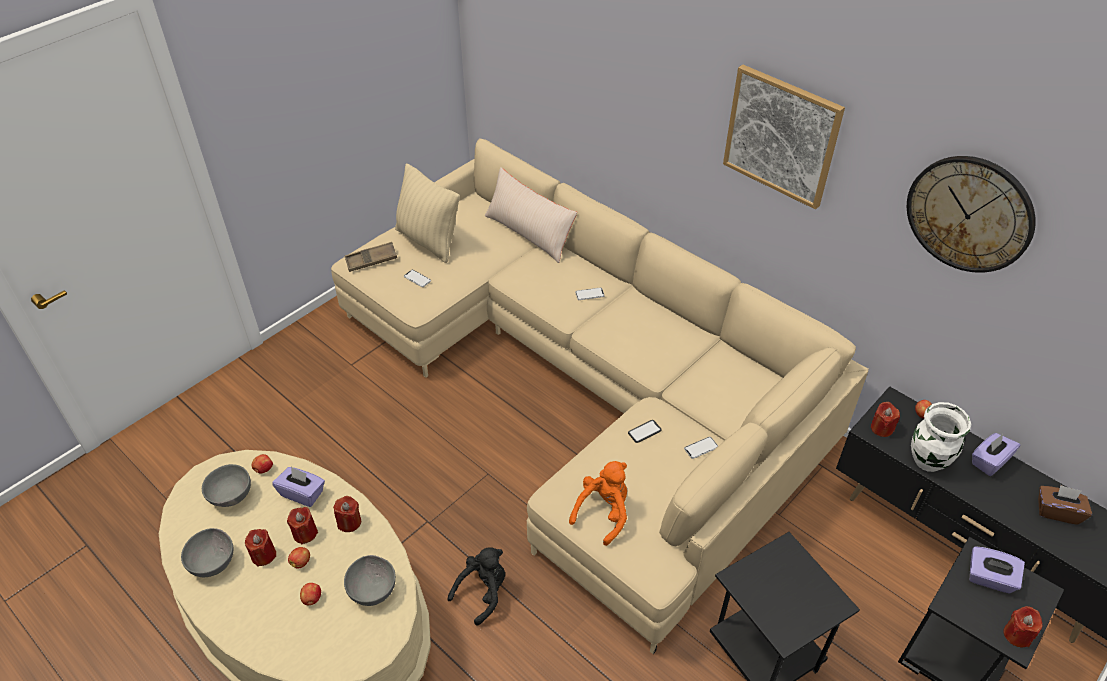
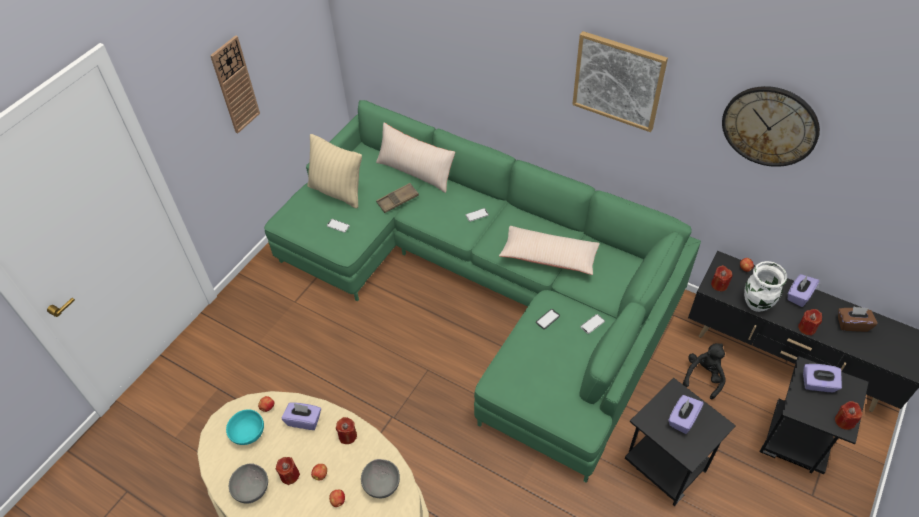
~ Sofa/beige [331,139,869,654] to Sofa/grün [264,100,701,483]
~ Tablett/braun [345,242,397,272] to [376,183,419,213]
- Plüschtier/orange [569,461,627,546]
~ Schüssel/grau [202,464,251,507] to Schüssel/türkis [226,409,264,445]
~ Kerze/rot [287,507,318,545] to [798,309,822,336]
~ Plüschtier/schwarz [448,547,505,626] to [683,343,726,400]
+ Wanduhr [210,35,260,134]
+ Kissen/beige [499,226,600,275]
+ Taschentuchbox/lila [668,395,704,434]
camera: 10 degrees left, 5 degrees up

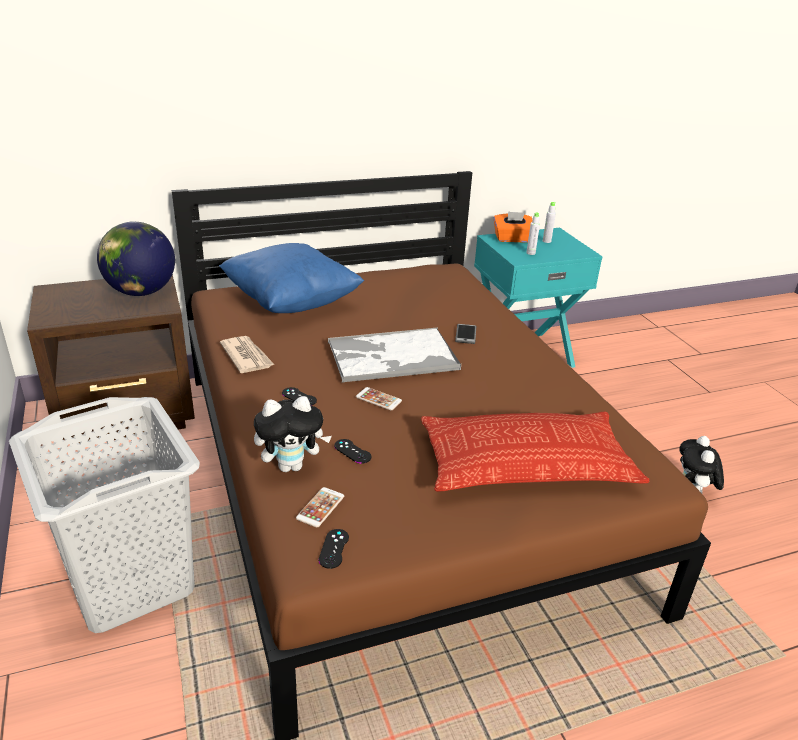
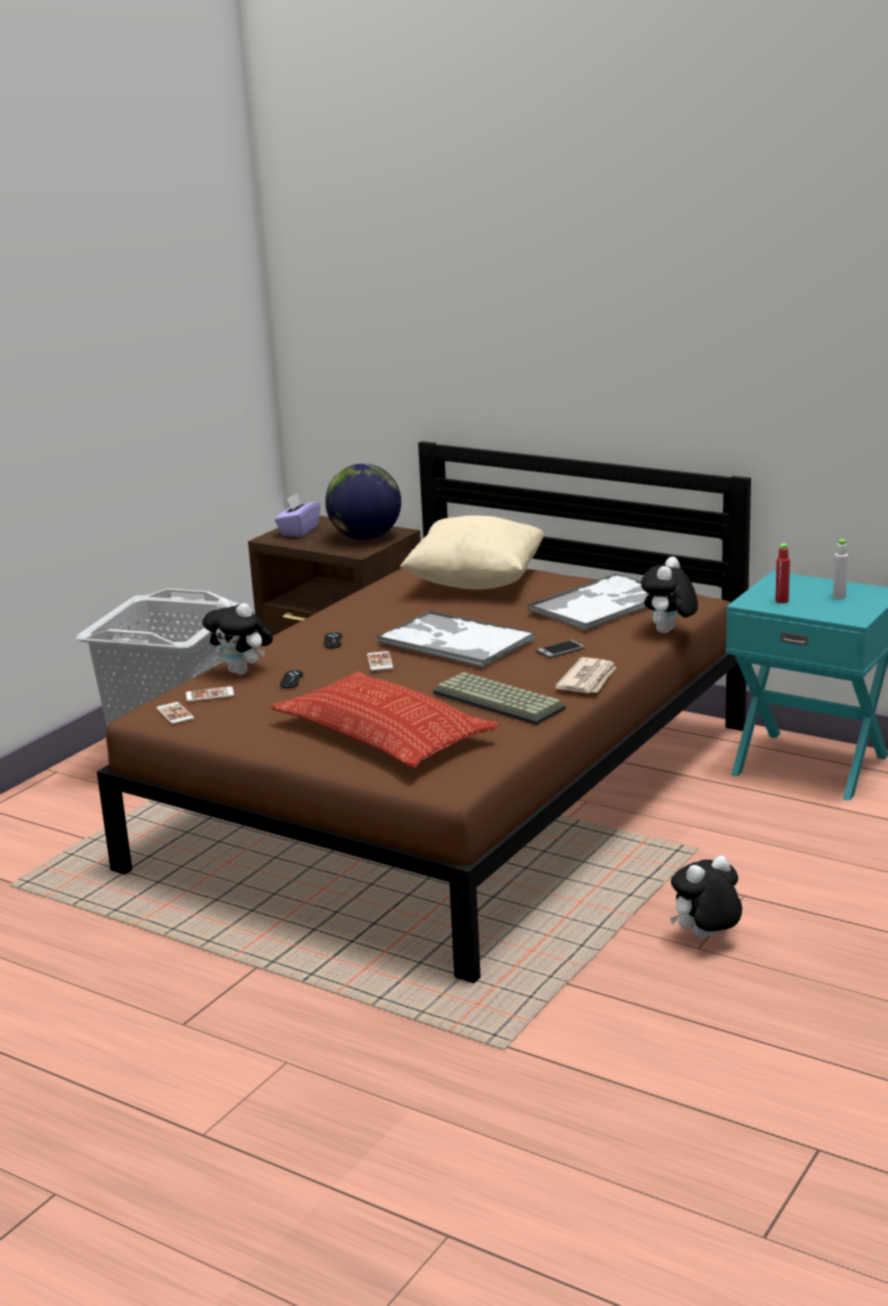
- Taschentuchbox/orange [494,211,532,242]
~ Flasche/grau [526,213,540,255] to Flasche/rot [775,543,790,603]
~ Kissen/blau [219,243,364,313] to Kissen/beige [400,515,545,589]
~ Zeitung [220,336,274,373] to [555,657,616,693]
~ Gamepad/schwarz [318,529,349,569] to Handy [156,702,194,724]
+ Taschentuchbox/lila [275,493,320,537]
+ Plüschtier [641,557,698,633]
+ Tablett [527,573,648,631]
+ Tastatur [433,672,566,725]
camera: 55 degrees right, 10 degrees down

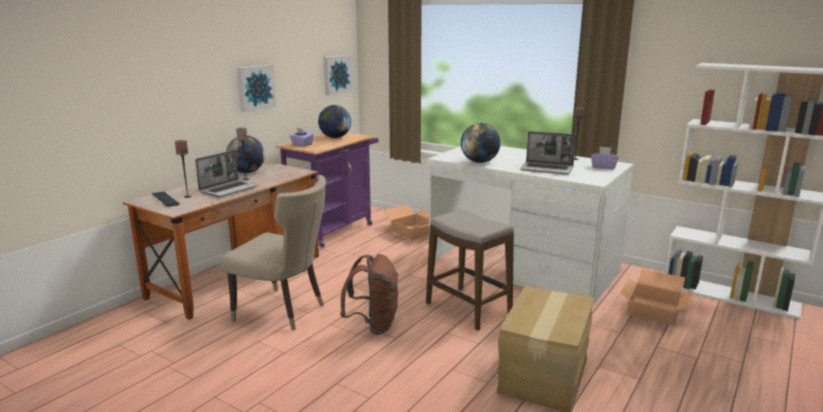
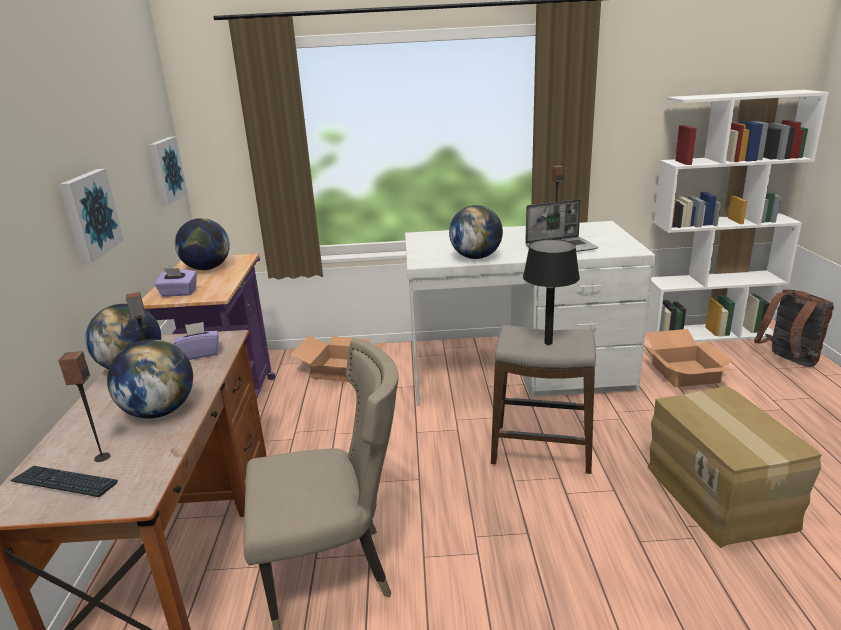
~ Taschentuchbox/lila [591,147,619,169] to [174,322,219,360]
~ Laptop [195,150,258,197] to Globus [107,339,193,418]
~ Rucksack/braun [340,254,398,335] to [754,289,834,367]
+ Tischlampe/schwarz [523,239,580,345]
camera: 35 degrees left, 5 degrees up

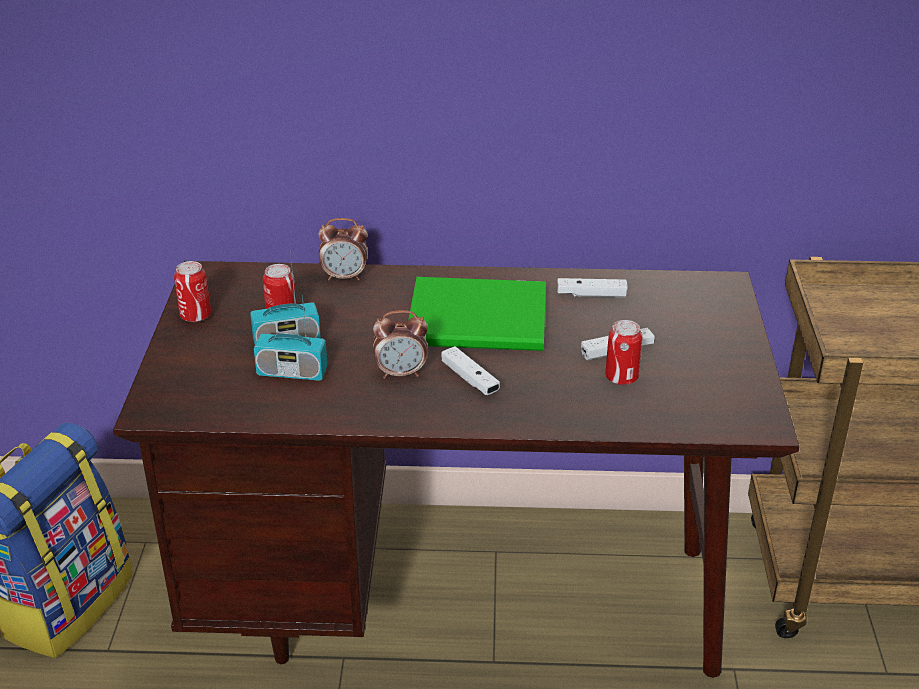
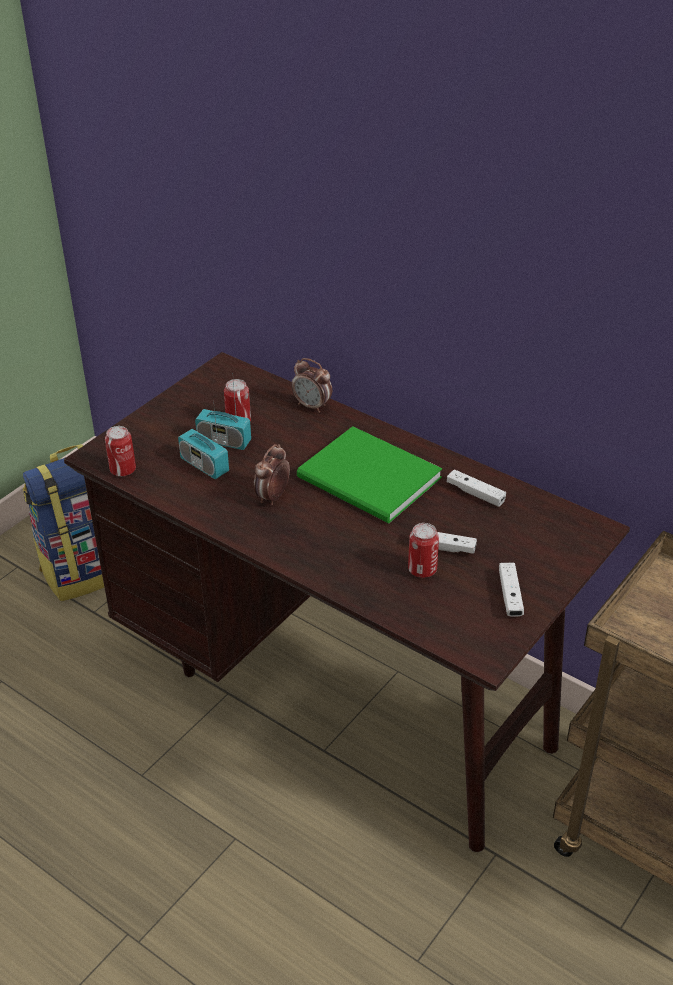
~ Dose [174,261,211,322] to [105,426,136,476]
~ Wecker [373,310,428,379] = [254,444,290,505] 90 degrees clockwise
~ Gamepad/weiß [441,346,500,395] to [499,563,524,617]
camera: 35 degrees right, 5 degrees up

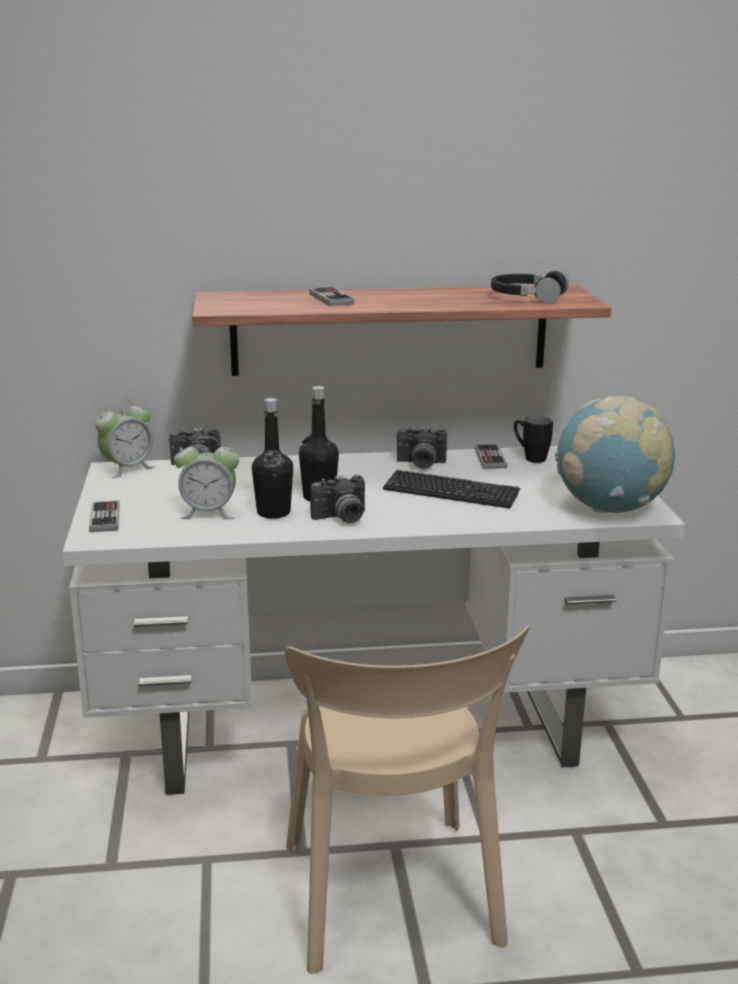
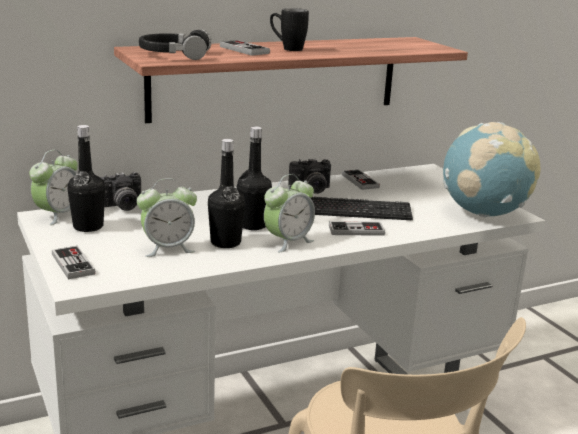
~ Kopfhörer/schwarz [491,270,569,304] to [139,29,212,60]
~ Henkelbecher/schwarz [514,416,553,463] to [270,8,309,51]
~ Kamera [310,474,365,523] to Wecker [264,174,315,252]
+ Flasche/schwarz [67,125,105,232]
+ Gamepad [329,221,385,236]
camera: 20 degrees left, 0 degrees up

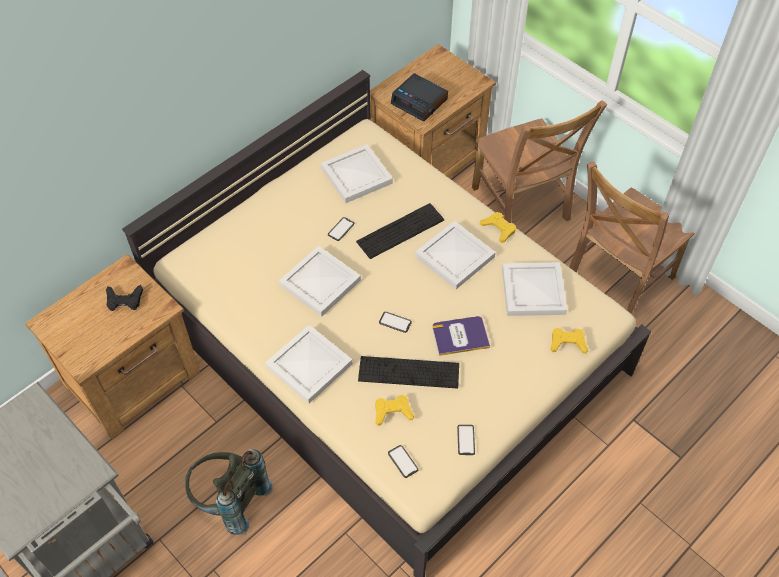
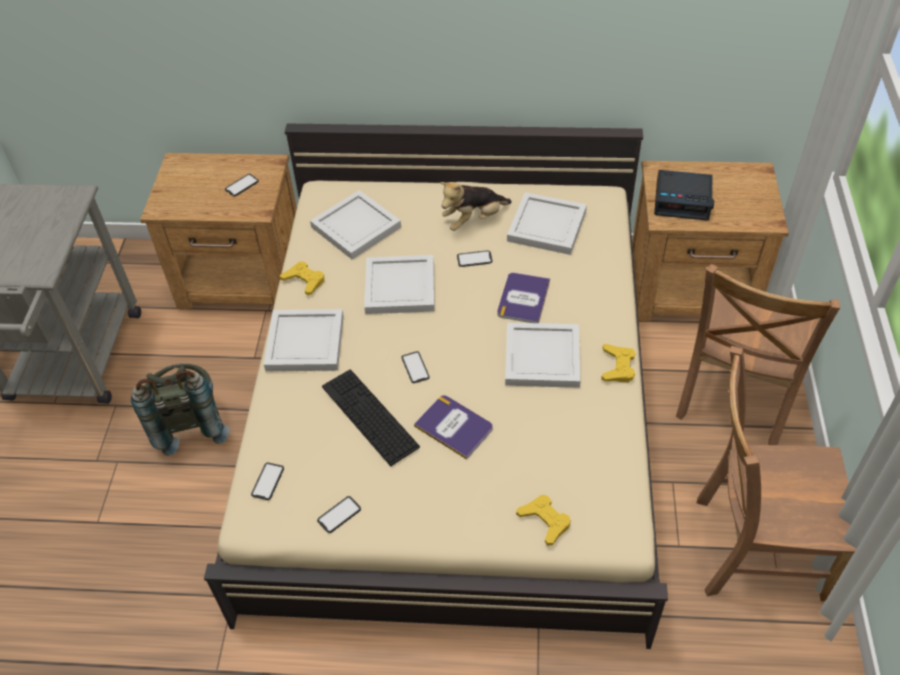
~ Wecker [391,73,448,122] = [654,170,714,220] 75 degrees counterclockwise
~ Tastatur [356,203,444,259] to Buch [497,273,550,323]
~ Tablett/weiß [502,262,567,316] to [310,190,401,260]
~ Gamepad/schwarz [106,285,143,311] to Handy [225,174,259,196]
~ Gamepad/gelb [375,395,414,426] to [280,261,324,296]
+ Plüschtier [440,182,512,231]
camera: 50 degrees right, 5 degrees down

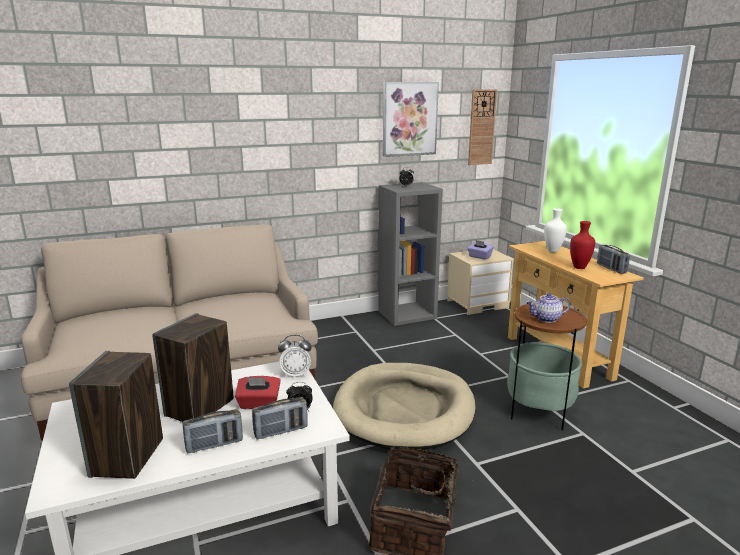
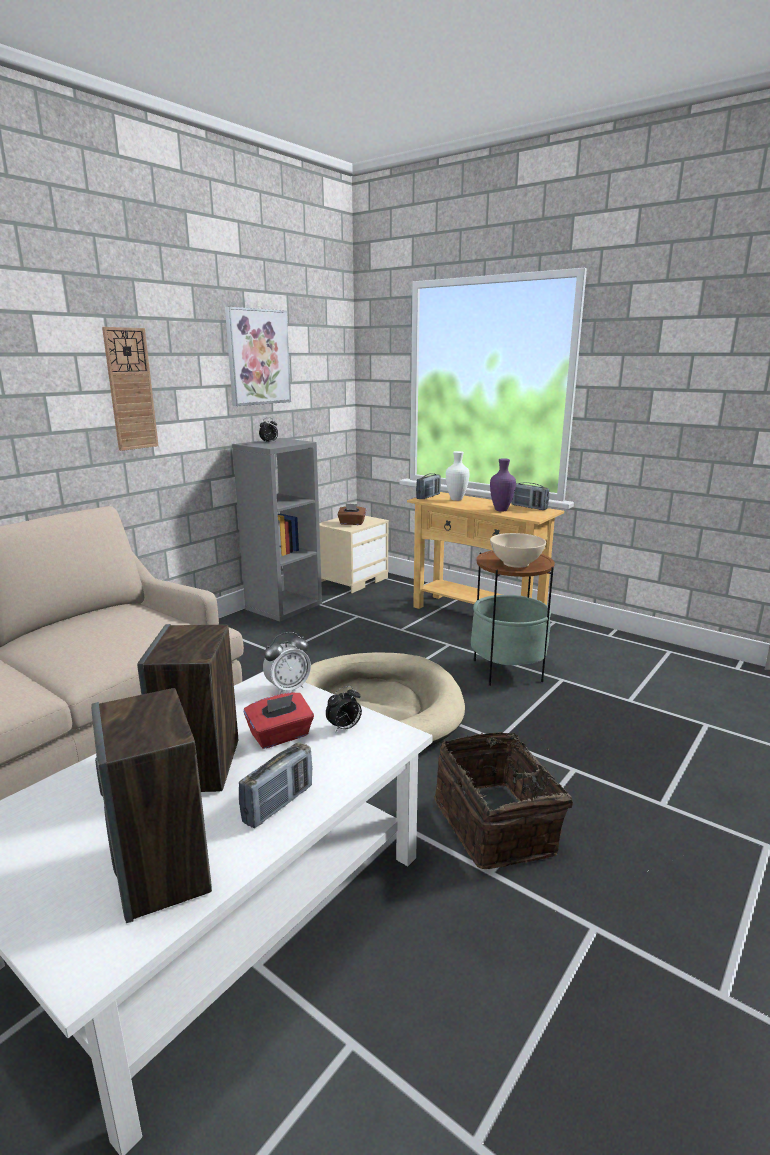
~ Wanduhr [468,89,497,165] to [102,327,159,451]
~ Vase/rot [570,221,595,269] to Vase/lila [490,459,516,512]
~ Taschentuchbox/lila [467,240,494,260] to Taschentuchbox/braun [337,503,366,525]
~ Teekanne [527,293,571,323] to Schüssel/beige [490,533,546,568]
~ Radio [252,397,308,440] to [416,473,441,499]
camera: 30 degrees left, 0 degrees up

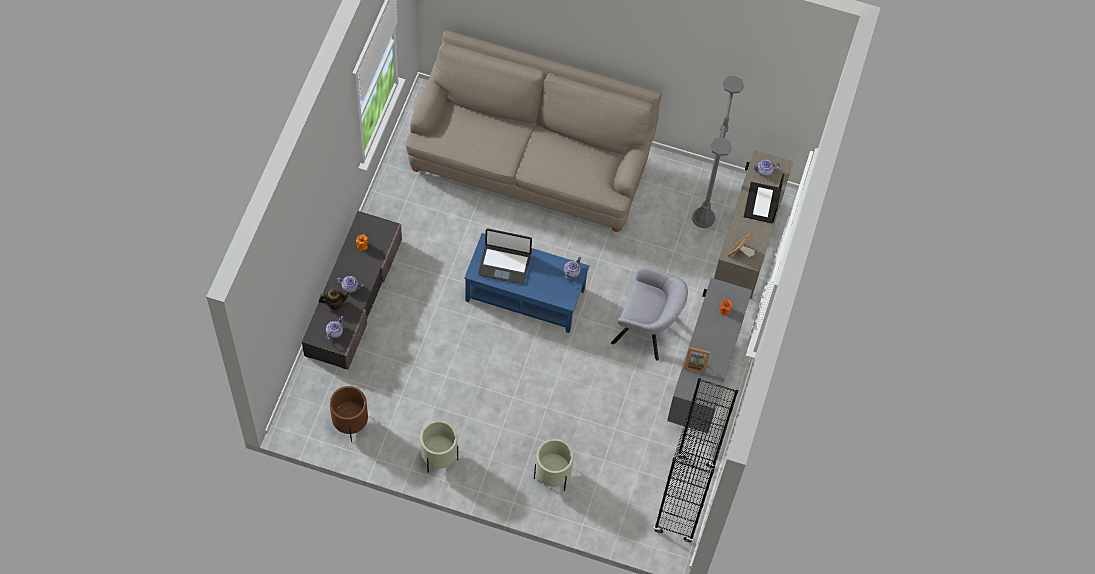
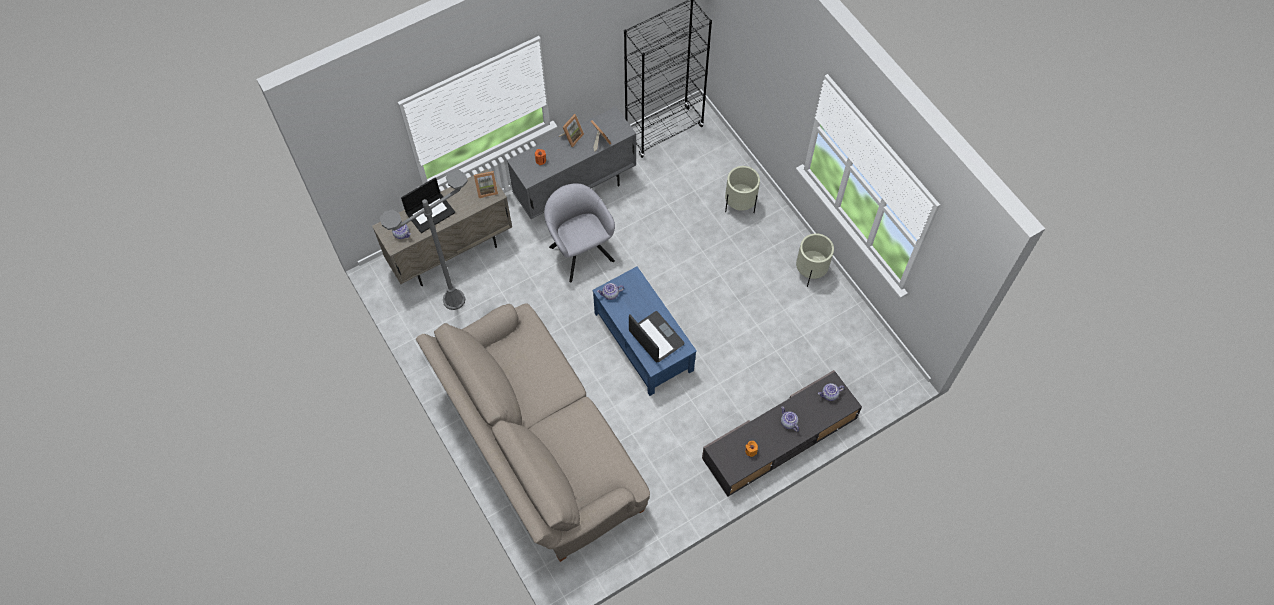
- Teekanne [319,289,349,310]
- Pflanzkübel/braun [330,386,368,442]
+ Bilderrahmen [559,114,584,147]
camera: 135 degrees left, 0 degrees up

